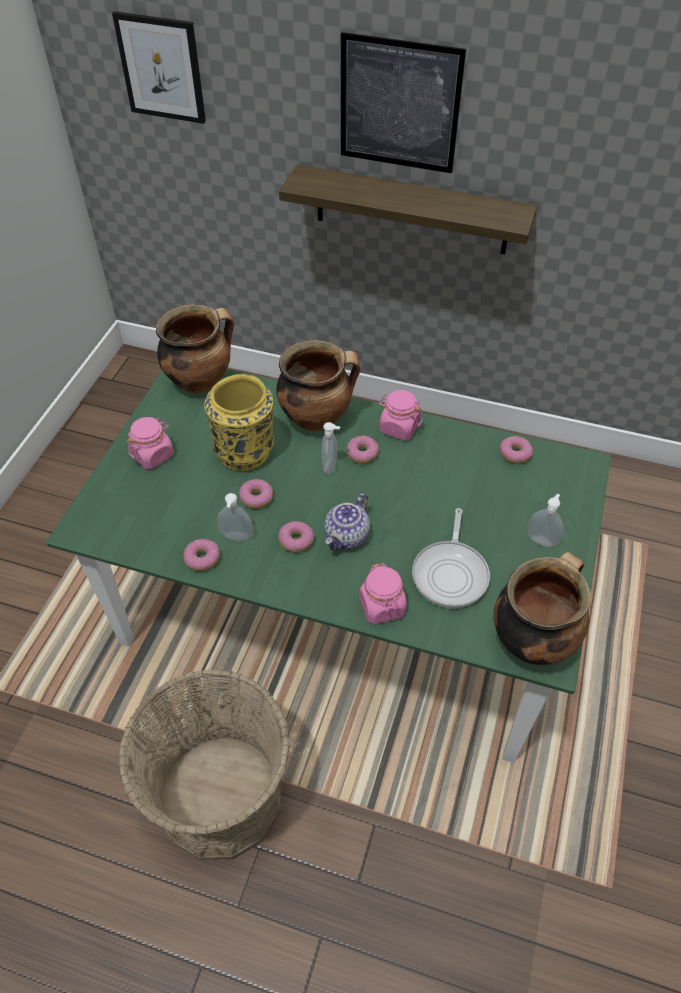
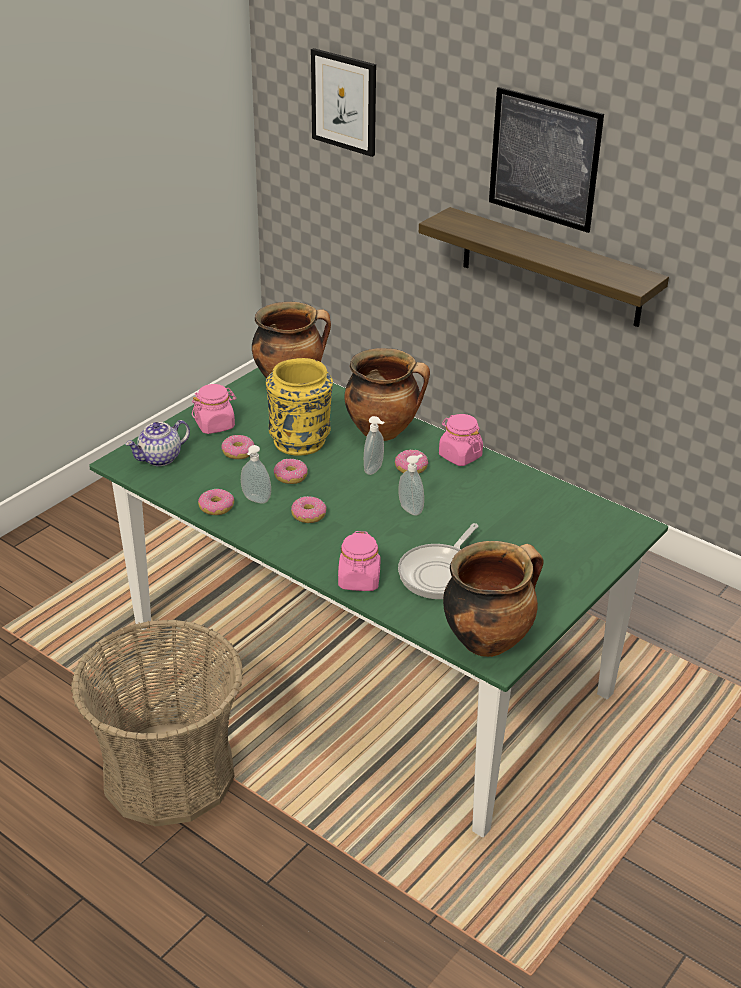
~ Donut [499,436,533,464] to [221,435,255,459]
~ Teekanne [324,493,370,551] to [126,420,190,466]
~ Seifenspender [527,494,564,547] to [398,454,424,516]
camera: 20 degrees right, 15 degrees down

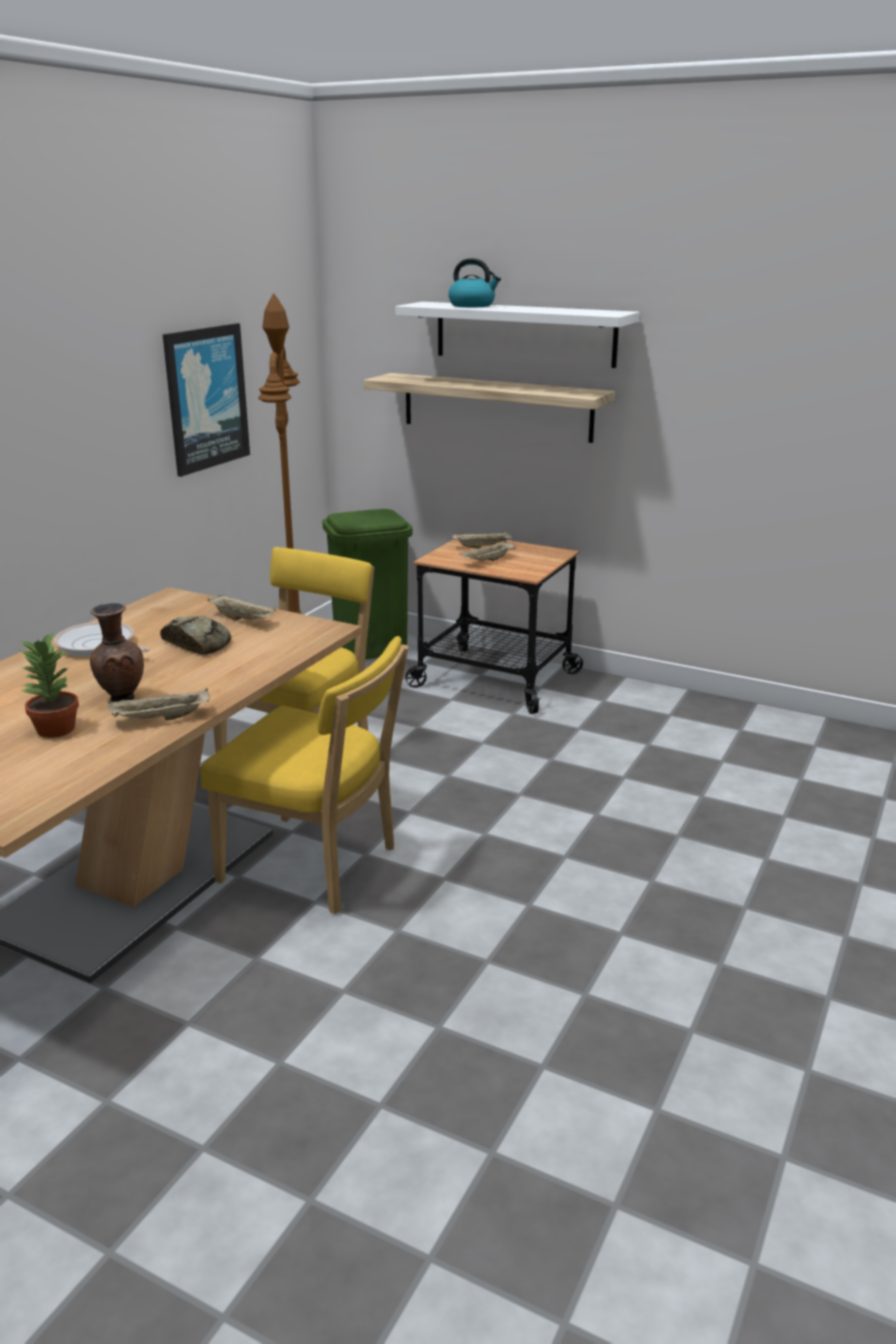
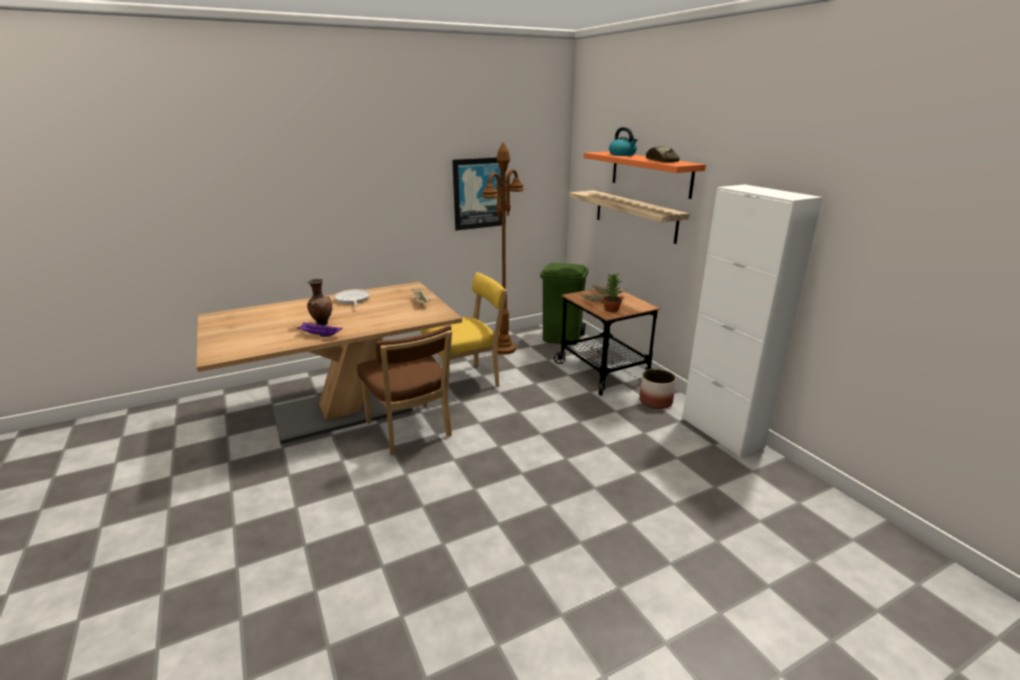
~ Wandregal/weiß [395,302,640,368] to Wandregal/orange [584,151,706,199]
~ Brot [160,616,231,655] to [646,146,680,162]
~ Topfpflanze [19,632,79,738] to [603,274,622,312]
~ Stuhl/gelb [201,636,409,914] to Stuhl/braun [357,325,452,455]
~ Tablett/beige [108,688,210,720] to Tablett/lila [297,323,343,337]
+ Schrank/weiß [682,184,823,458]
+ Pflanzkübel [639,369,676,409]
camera: 35 degrees right, 0 degrees up

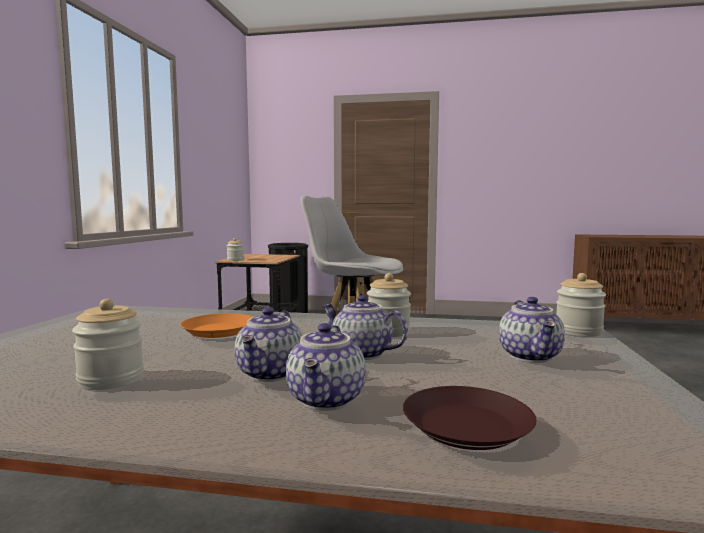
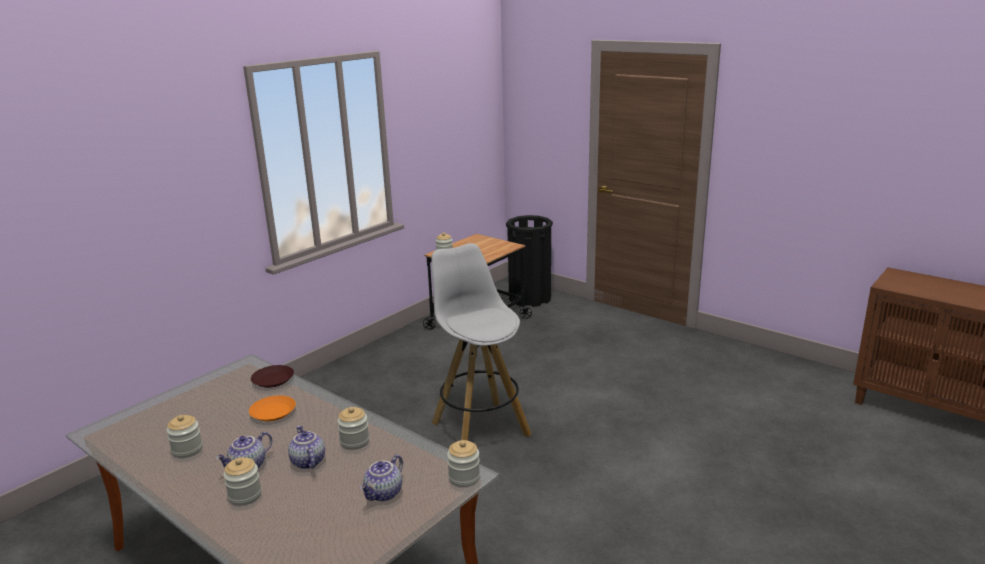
~ Teekanne [286,323,366,410] to Vorratsglas [223,457,262,506]
~ Teller/braun [403,386,536,450] to [251,365,294,388]
camera: 30 degrees right, 15 degrees up

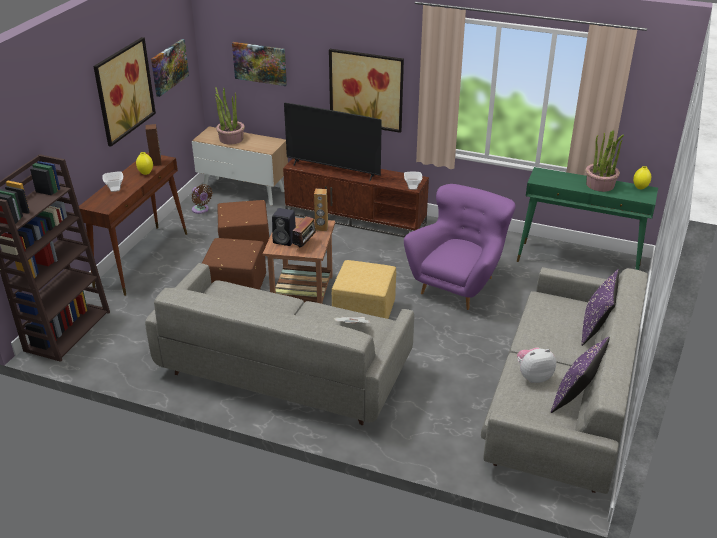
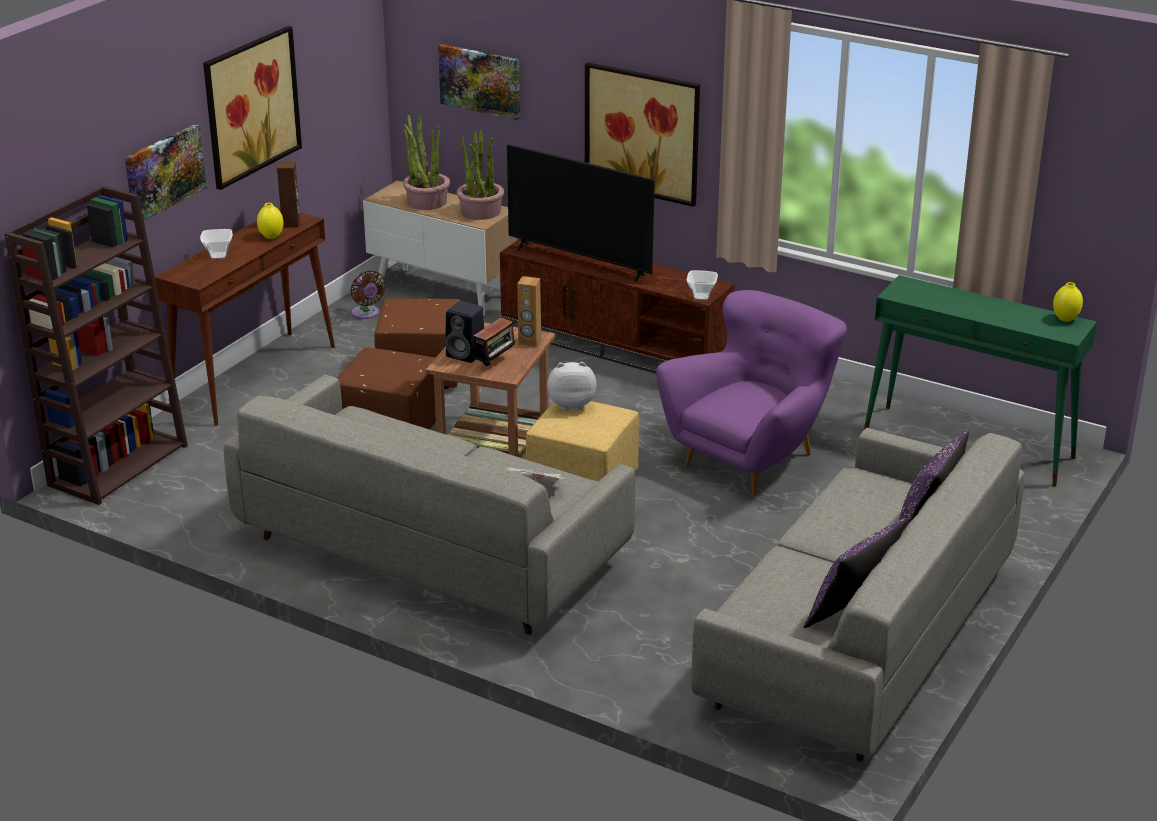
~ Bild [151,39,189,97] to [125,124,207,222]
~ Topfpflanze [585,129,624,192] to [457,130,504,220]
~ Plüschtier [517,347,556,383] to [547,362,597,410]
camera: 10 degrees right, 5 degrees down

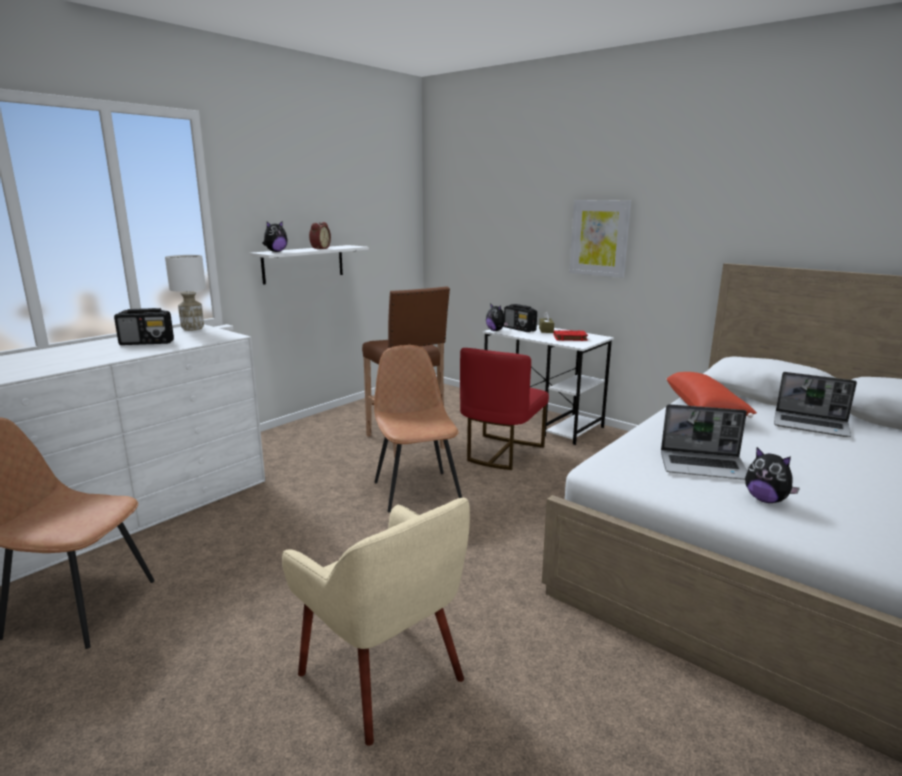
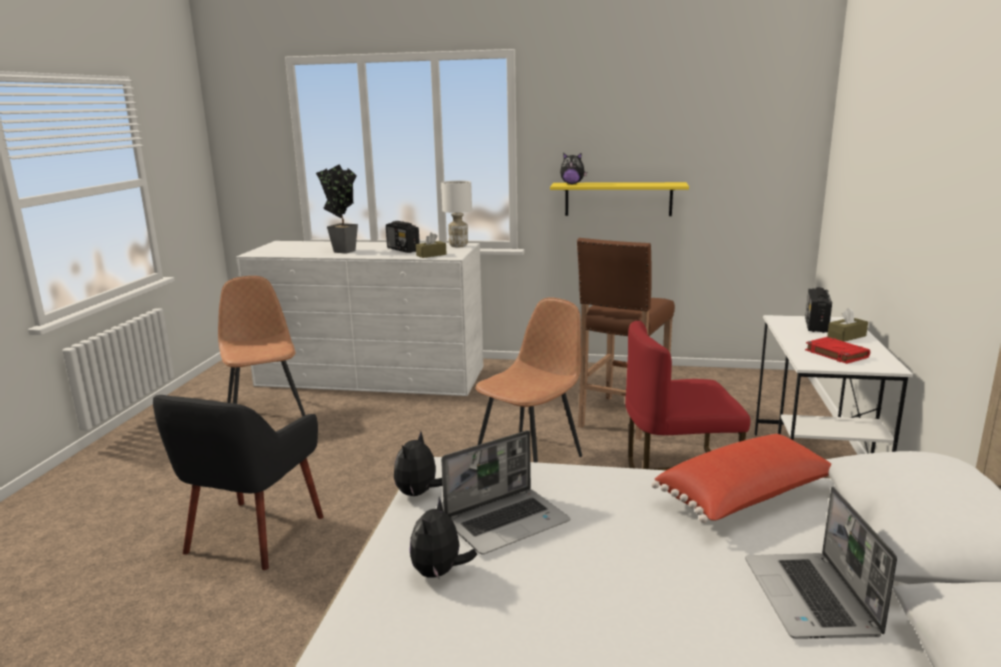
- Bild [569,200,631,278]
- Wecker [309,222,331,250]
~ Wandregal/weiß [250,245,369,285] to Wandregal/gelb [550,182,689,216]
~ Plüschtier [486,303,508,331] to [394,431,443,496]
~ Laptop [661,404,747,480] = [441,430,570,555] 105 degrees counterclockwise
~ Sessel/beige [282,498,470,746] to Sessel/schwarz [153,395,324,570]
+ Topfpflanze [316,164,358,254]
+ Taschentuchbox/braun [416,232,447,258]
camera: 60 degrees right, 0 degrees up

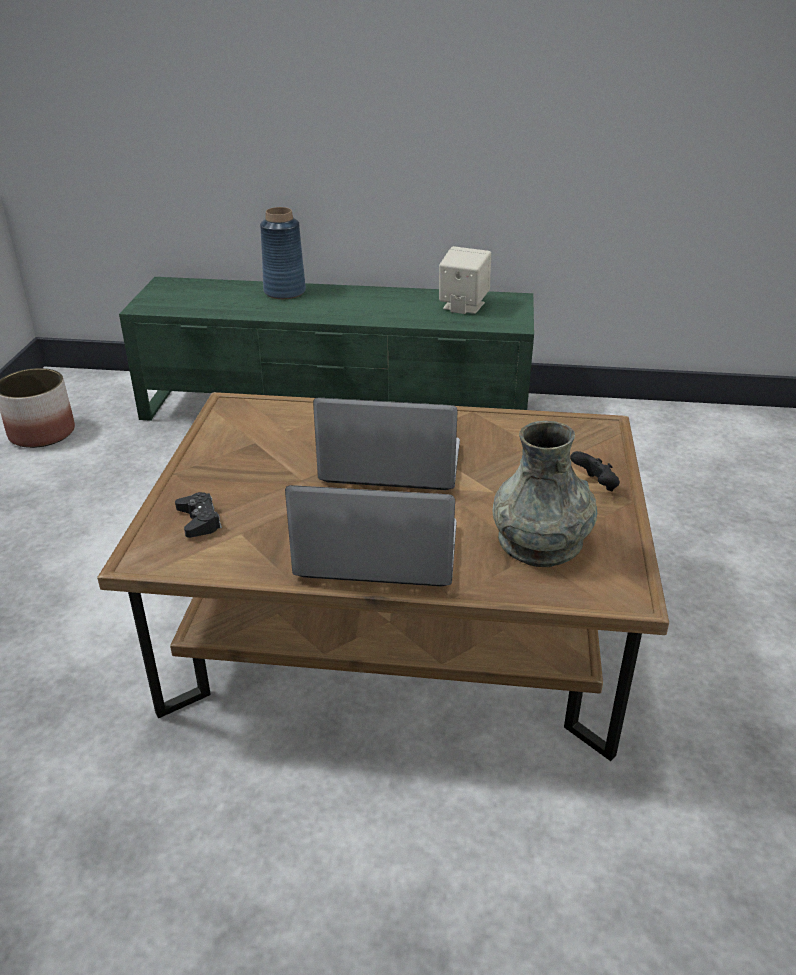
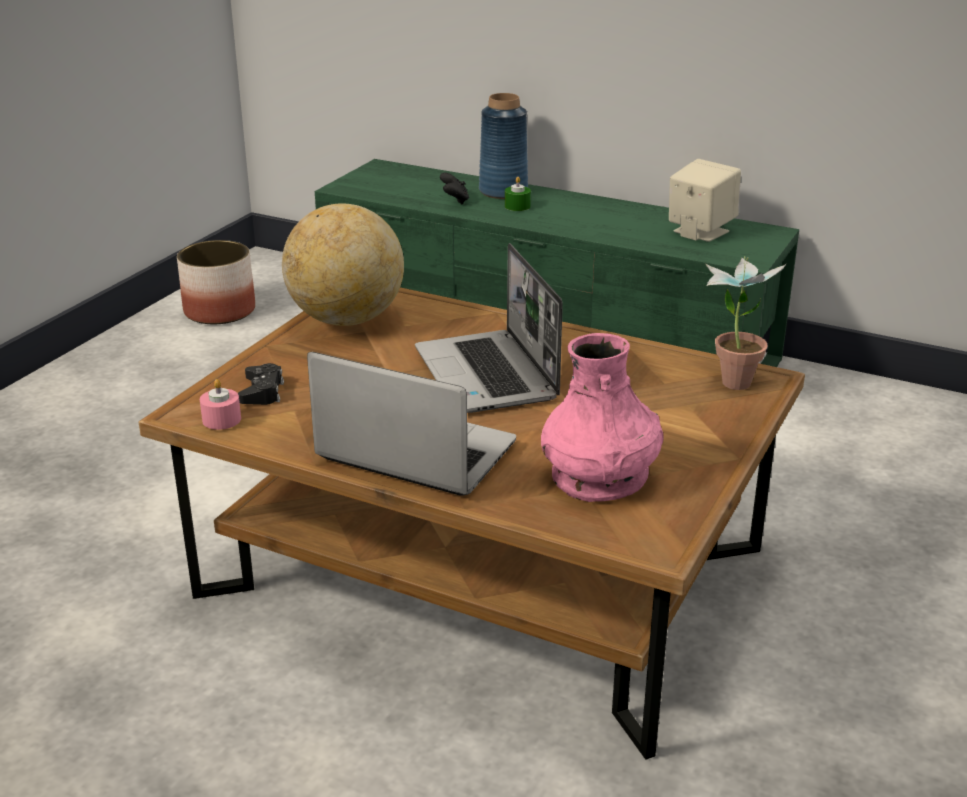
~ Laptop [313,398,460,490] = [415,243,563,413] 135 degrees counterclockwise
~ Vase/grau [493,421,597,567] to Vase/rosa [541,333,664,502]
~ Gamepad/schwarz [570,451,620,491] to [440,173,469,205]
+ Kerze/grün [505,177,531,211]
+ Globus [282,203,404,326]
+ Topfpflanze [705,256,787,390]
+ Kerze/rosa [200,379,241,430]
camera: 20 degrees right, 5 degrees down

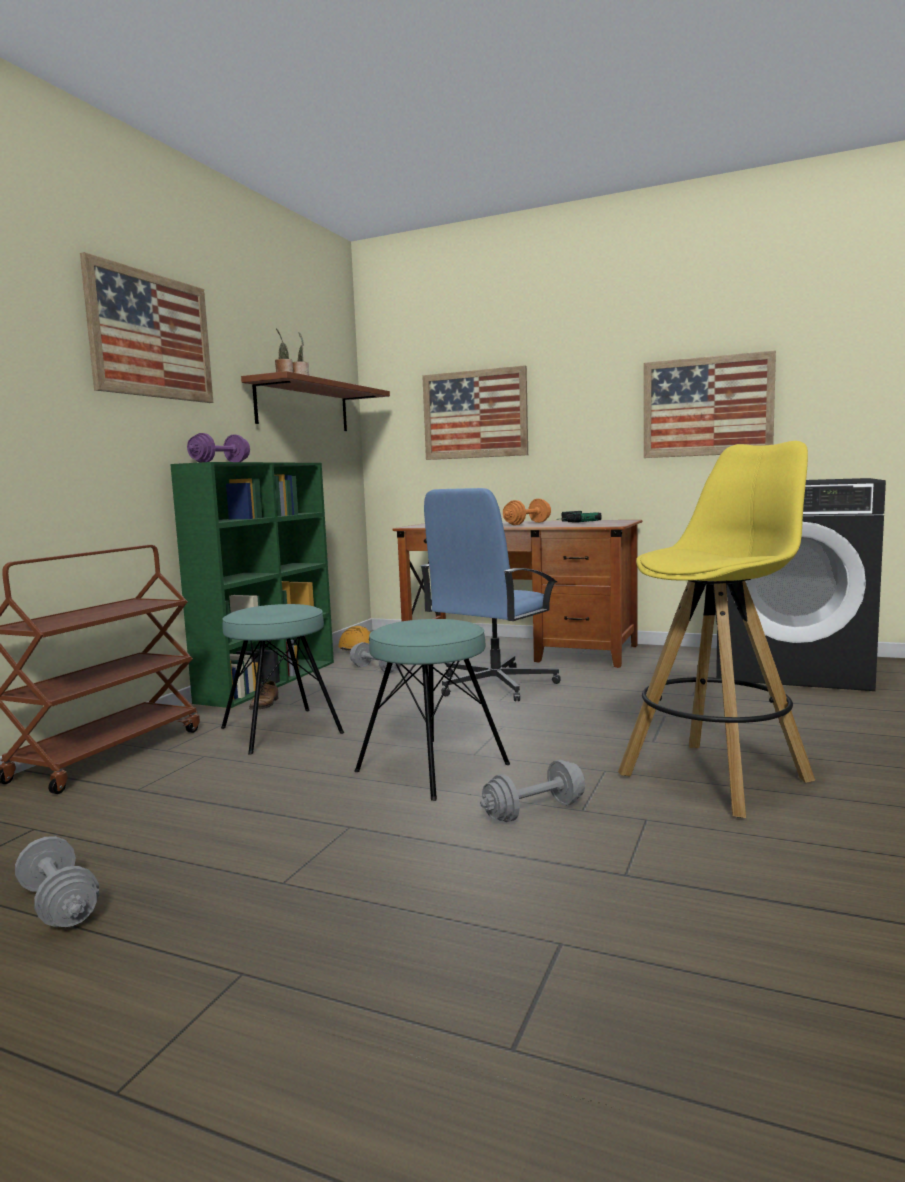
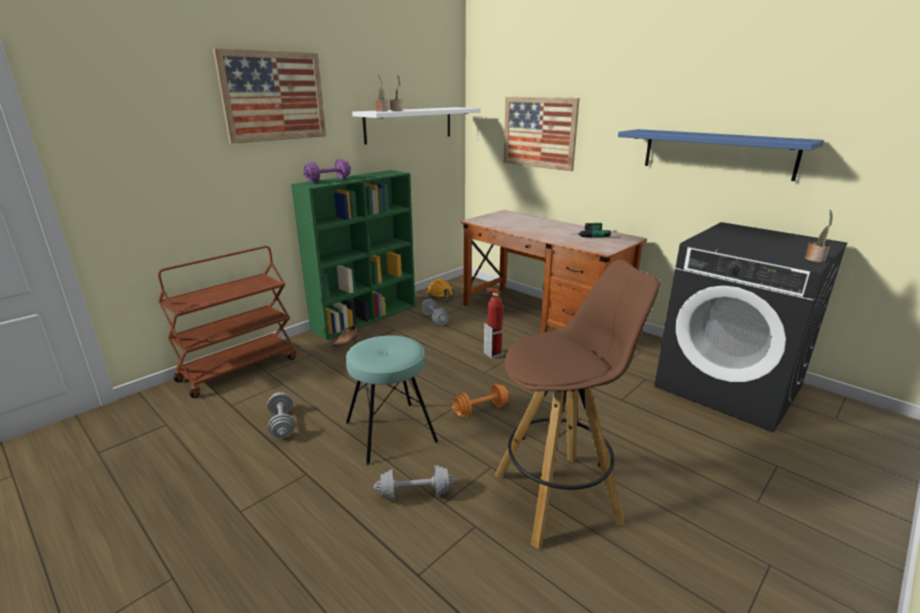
~ Bild [644,350,776,458] to Wandregal/blau [618,129,824,181]
~ Wandregal/braun [241,371,390,431] to Wandregal/weiß [352,107,481,145]
~ Hocker/gelb [618,441,815,818] to Hocker/braun [495,260,660,549]
~ Bürostuhl/blau [420,488,561,702] to Feuerlöscher [484,288,505,359]
~ Hantel/orange [503,499,551,525] to [452,384,510,417]
- Hocker/türkis [221,604,344,755]
~ Hantel/grau [15,836,99,927] to [267,392,295,439]
+ Topfpflanze [805,209,833,262]
camera: 20 degrees right, 15 degrees up

